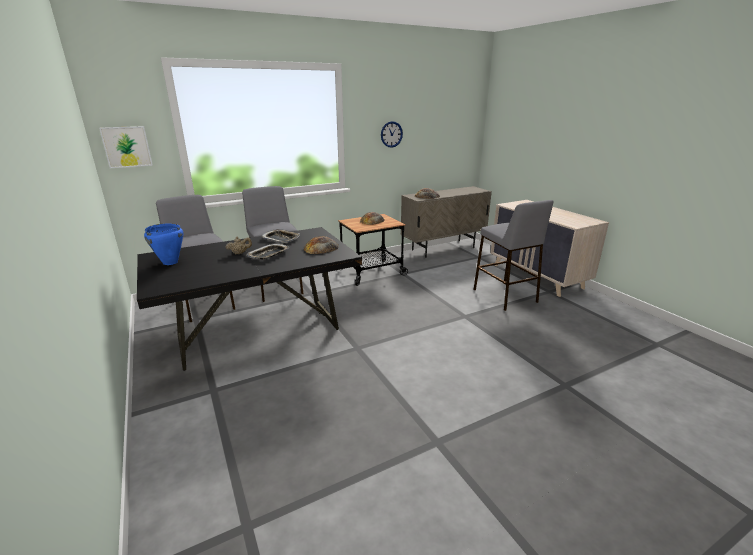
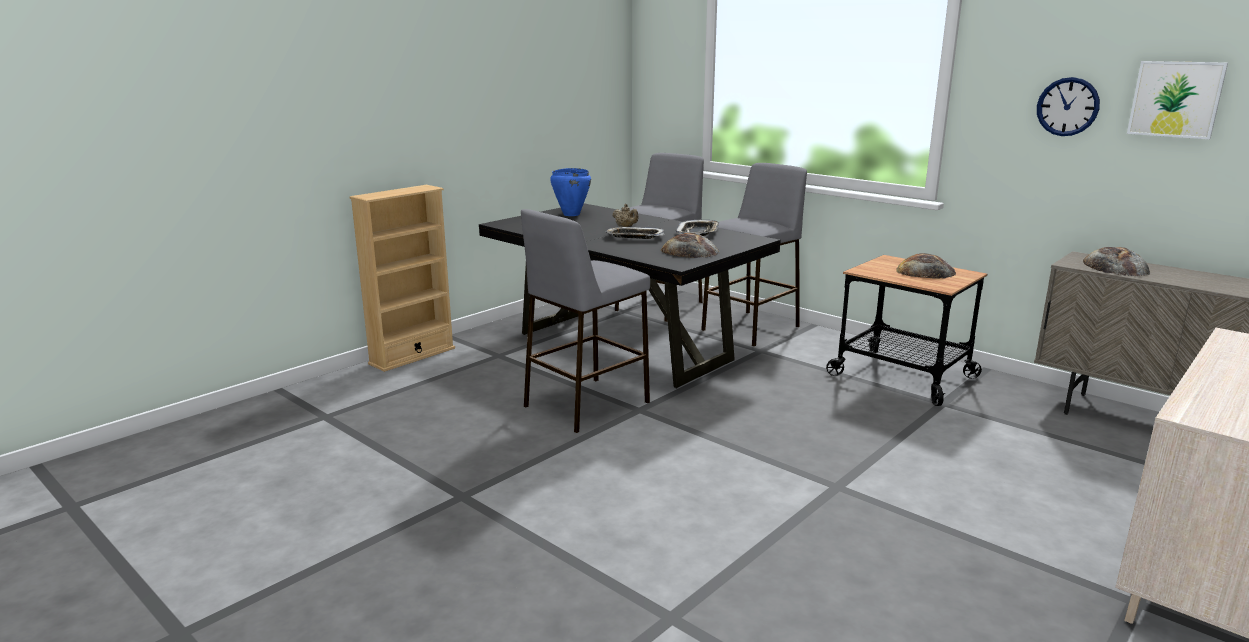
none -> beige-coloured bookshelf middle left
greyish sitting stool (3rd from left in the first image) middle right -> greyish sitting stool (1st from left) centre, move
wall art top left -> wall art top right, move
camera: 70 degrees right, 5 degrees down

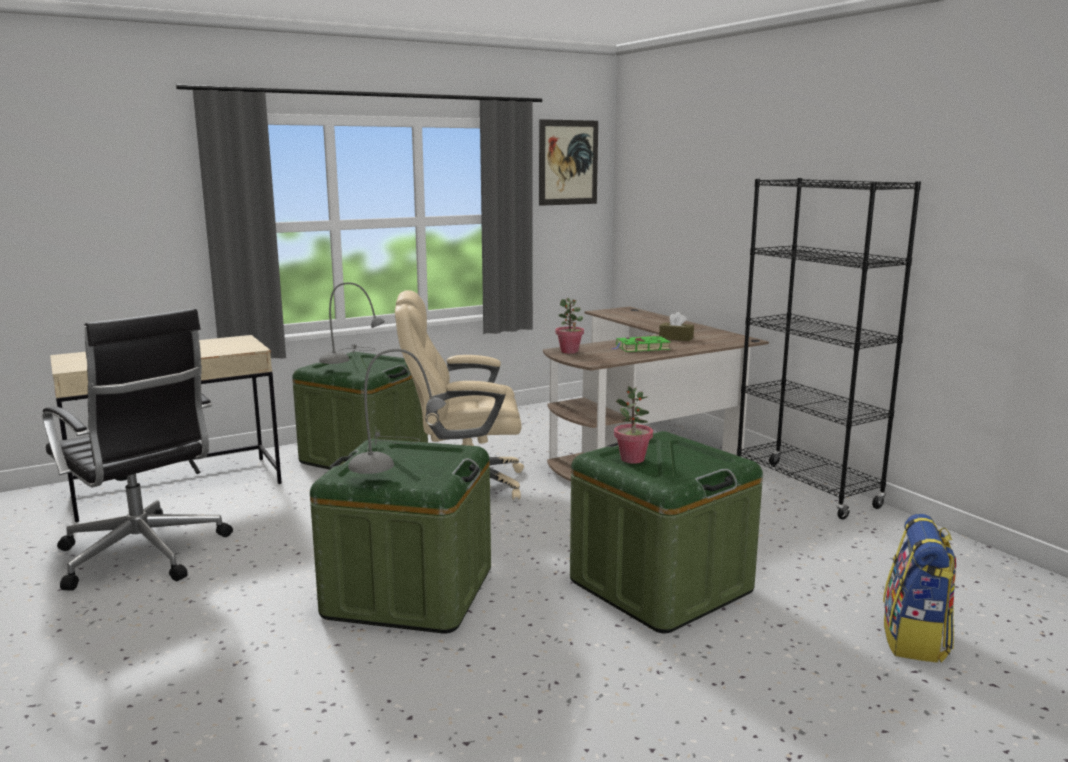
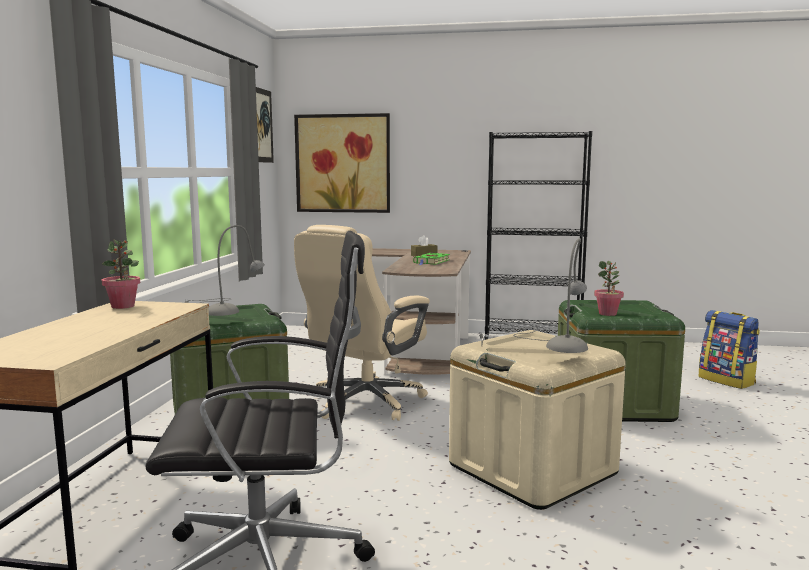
potted plant (1st from left) centre -> potted plant (1st from left) middle left, move
none -> wall art (2nd from left) top centre
green-coloured storage bin (2nd from left) bottom centre -> beige-coloured storage bin bottom centre
camera: 50 degrees left, 5 degrees down

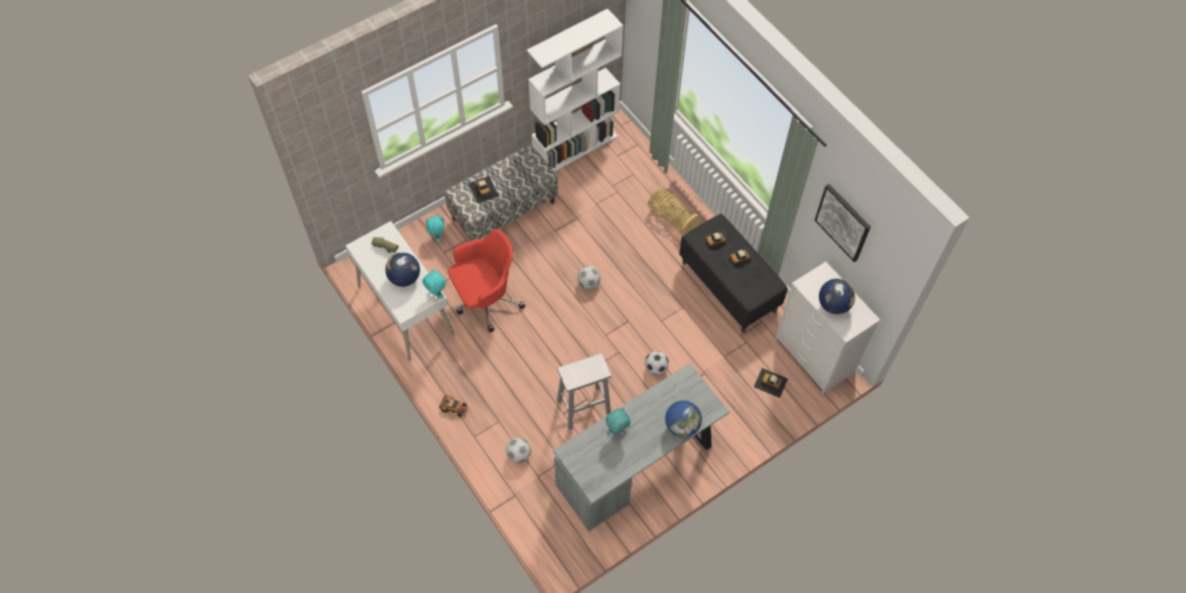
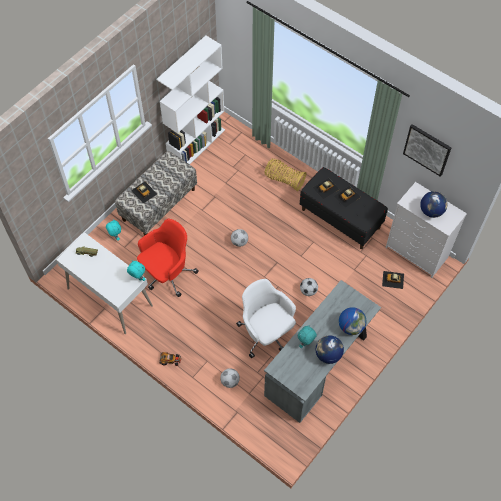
whitish sitting stool centre -> whitish office chair centre
desk globe (1st from left) centre -> desk globe (1st from left) bottom centre, move
camera: 15 degrees left, 0 degrees up

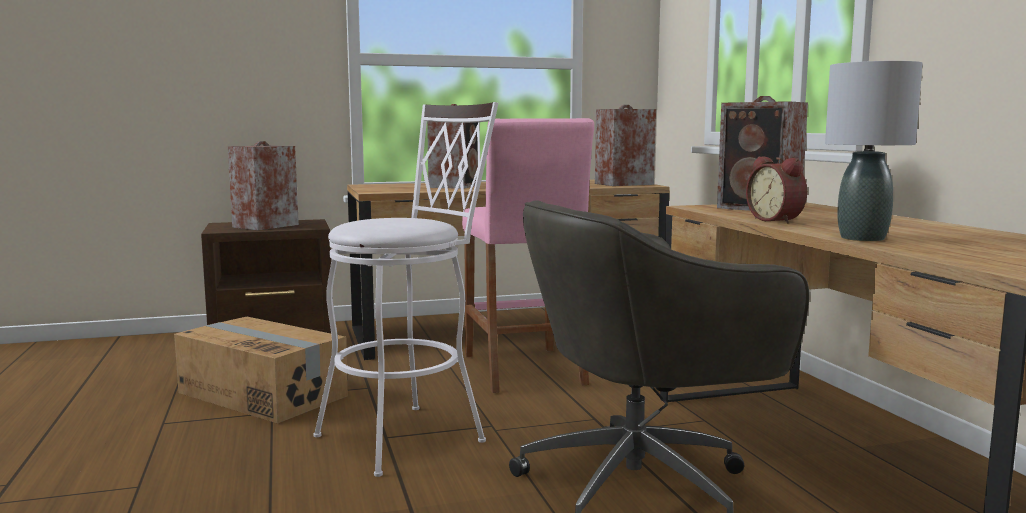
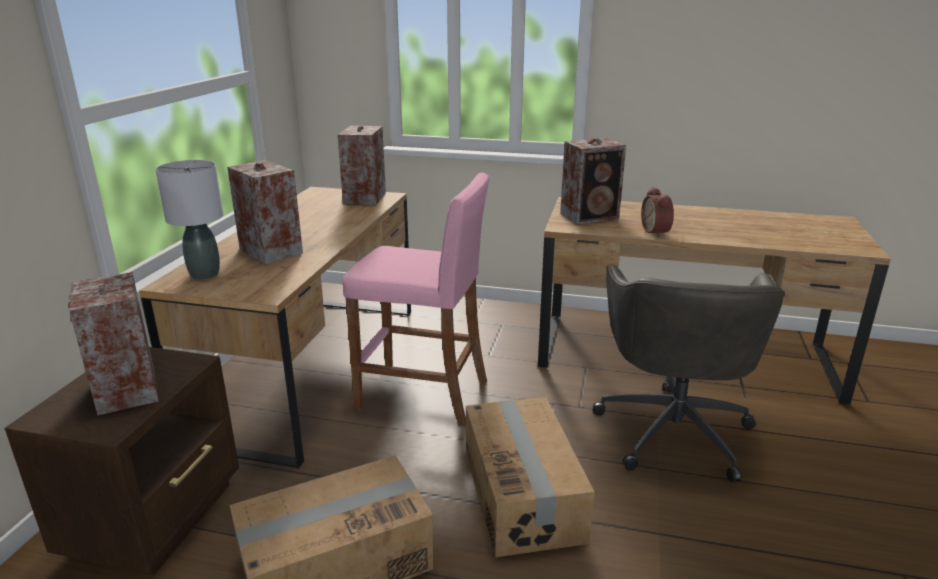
greyish lamp for a table top right -> greyish lamp for a table middle left, move
whitish sitting stool centre -> carton (2nd from left) bottom centre
alarm clock middle right, 75 degrees clockwise
camera: 60 degrees left, 15 degrees up

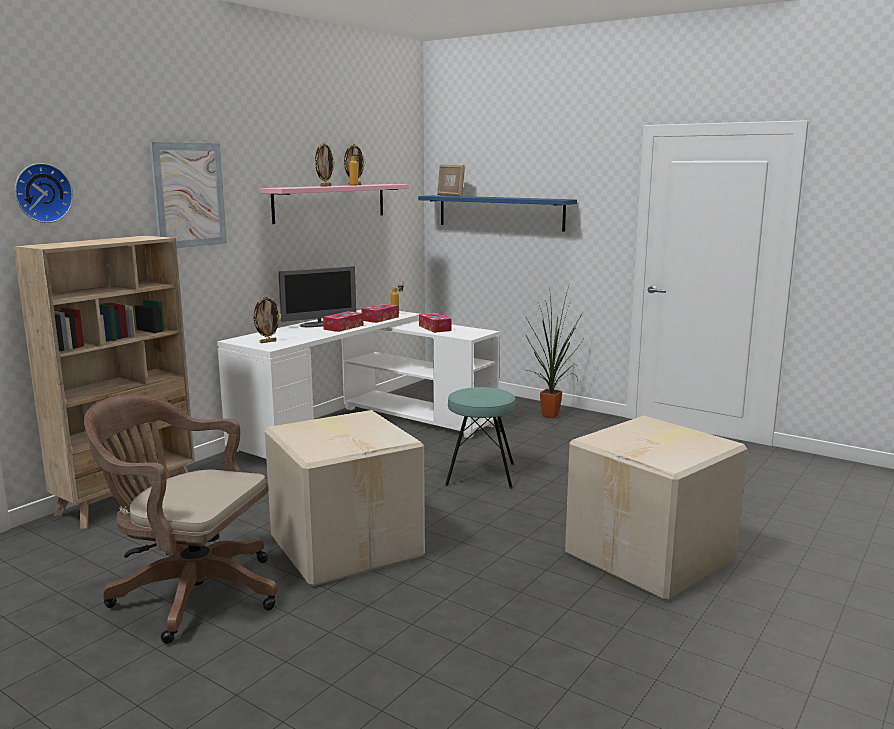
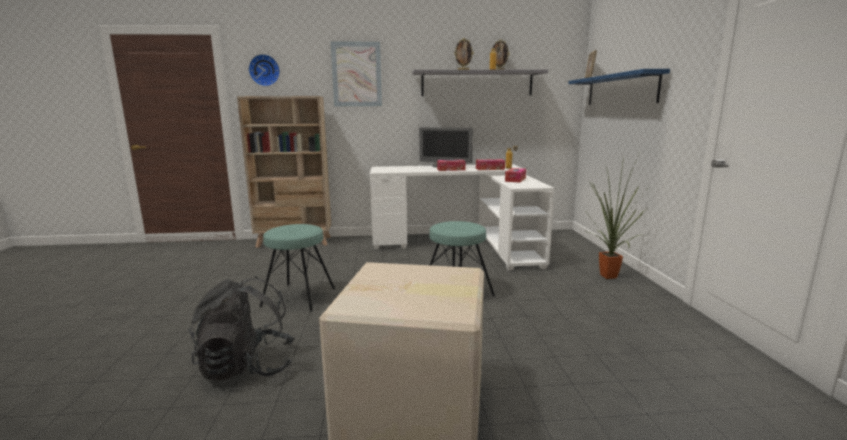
none -> blackish rucksack bottom left
carton (1st from left) bottom centre -> blue-green sitting stool (1st from left) centre
pink-coloured bracket shelf top centre -> greyish bracket shelf top centre
brownish office chair bottom left -> none
standing frame (1st from left) middle left -> none
camera: 50 degrees right, 0 degrees up

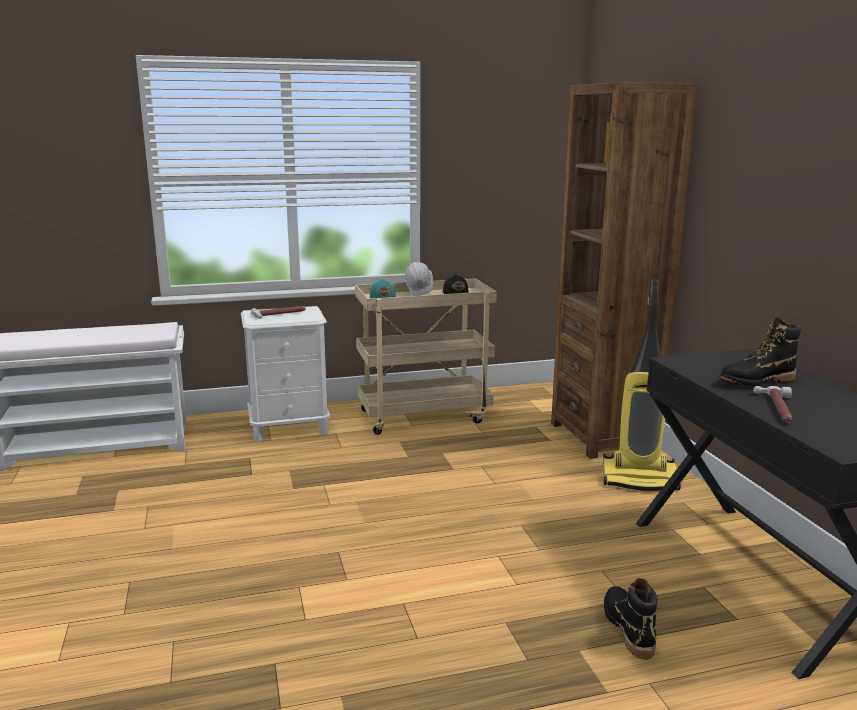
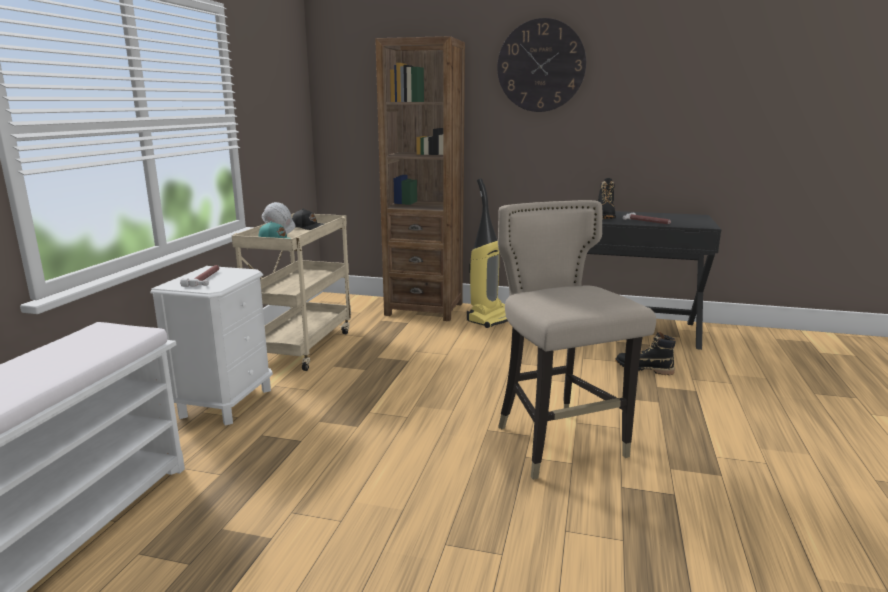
none -> wall clock top centre
none -> beige-coloured sitting stool centre
camera: 60 degrees left, 0 degrees up

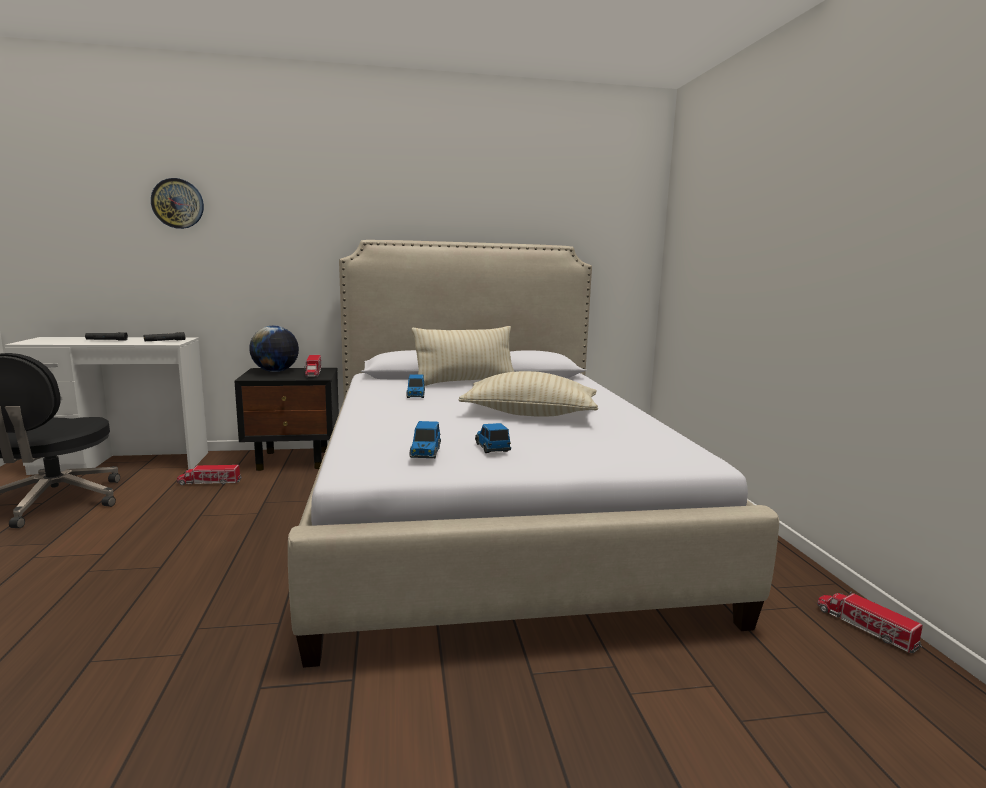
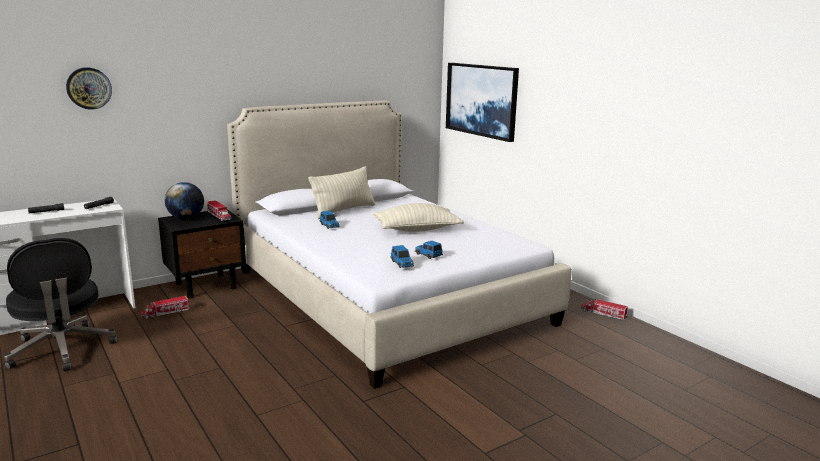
none -> wall art top centre
camera: 25 degrees left, 5 degrees up

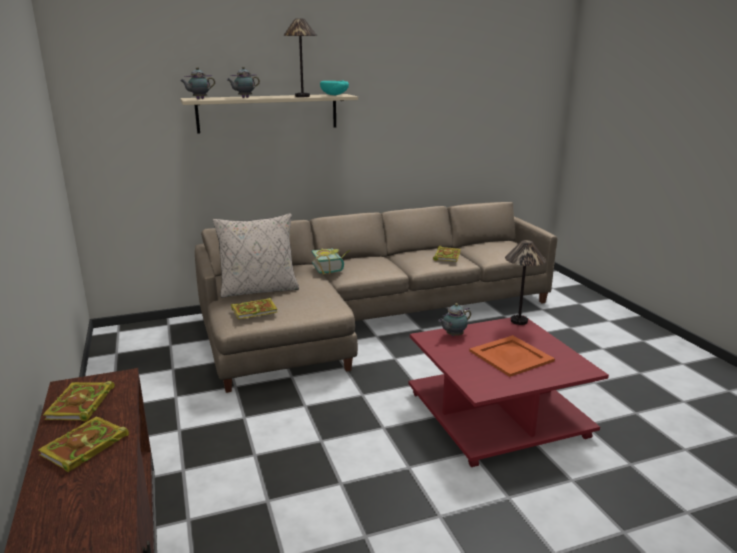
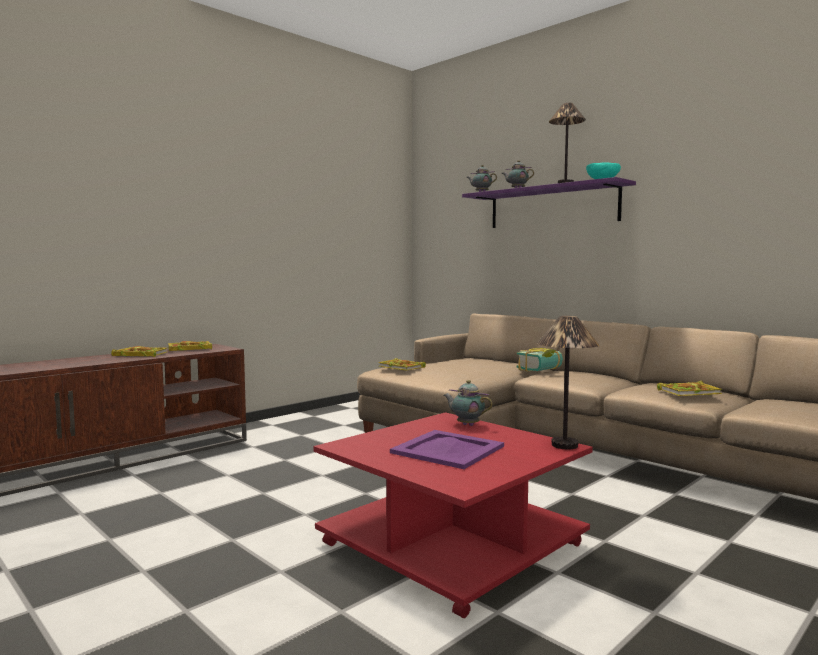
orange tray middle right -> purplish tray bottom centre
beige-coloured bracket shelf top centre -> purplish bracket shelf top right
beige-coloured throw pillow centre -> none
camera: 65 degrees right, 15 degrees down

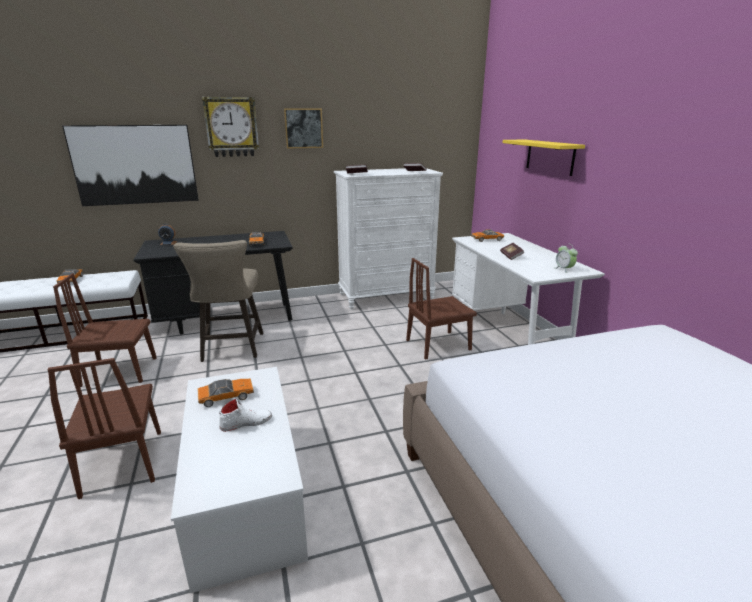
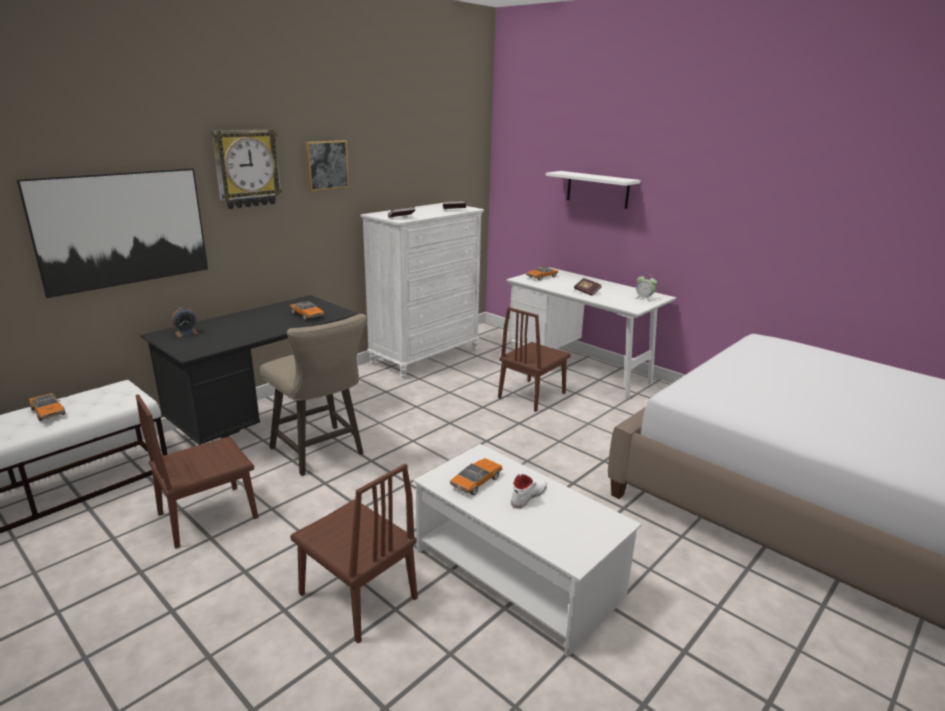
yellow bracket shelf top right -> whitish bracket shelf top centre
camera: 30 degrees left, 0 degrees up

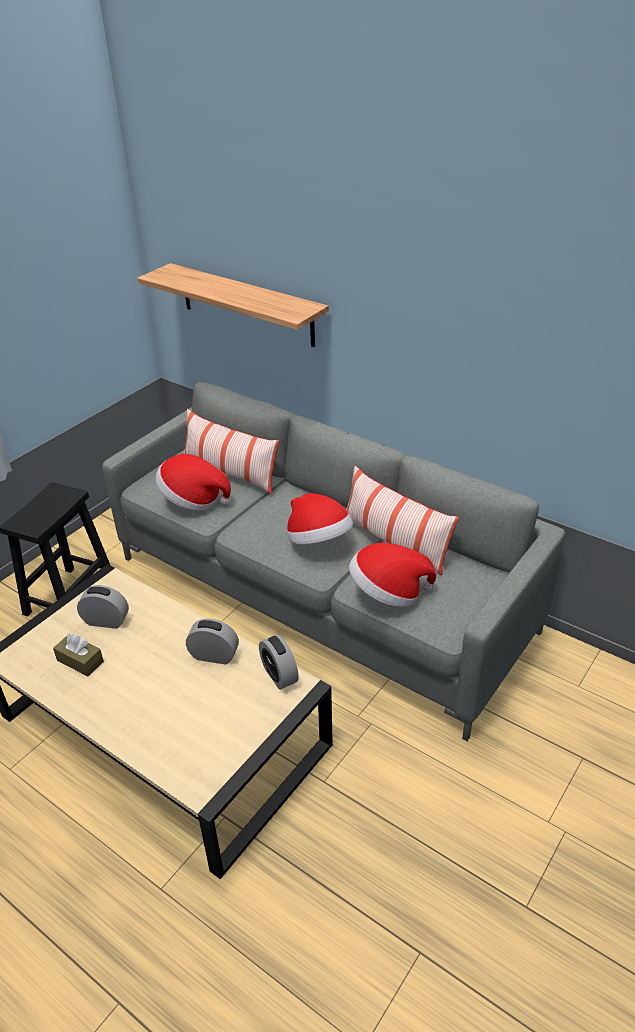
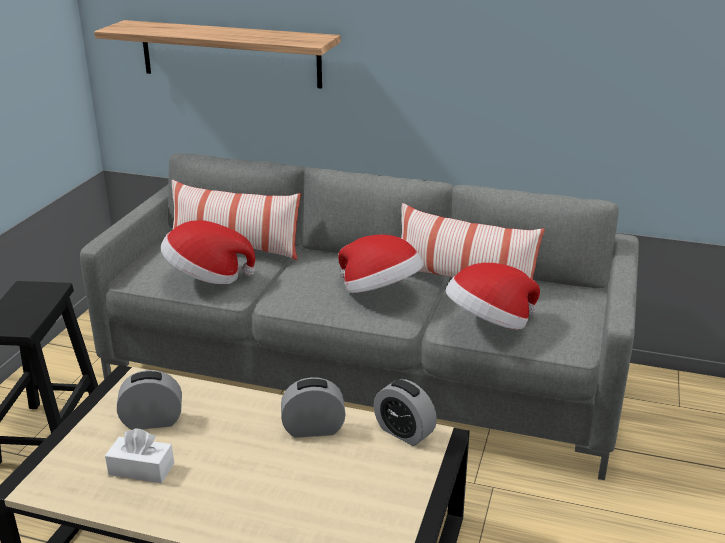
brownish tissue box middle left -> whitish tissue box bottom left
camera: 20 degrees left, 10 degrees down

